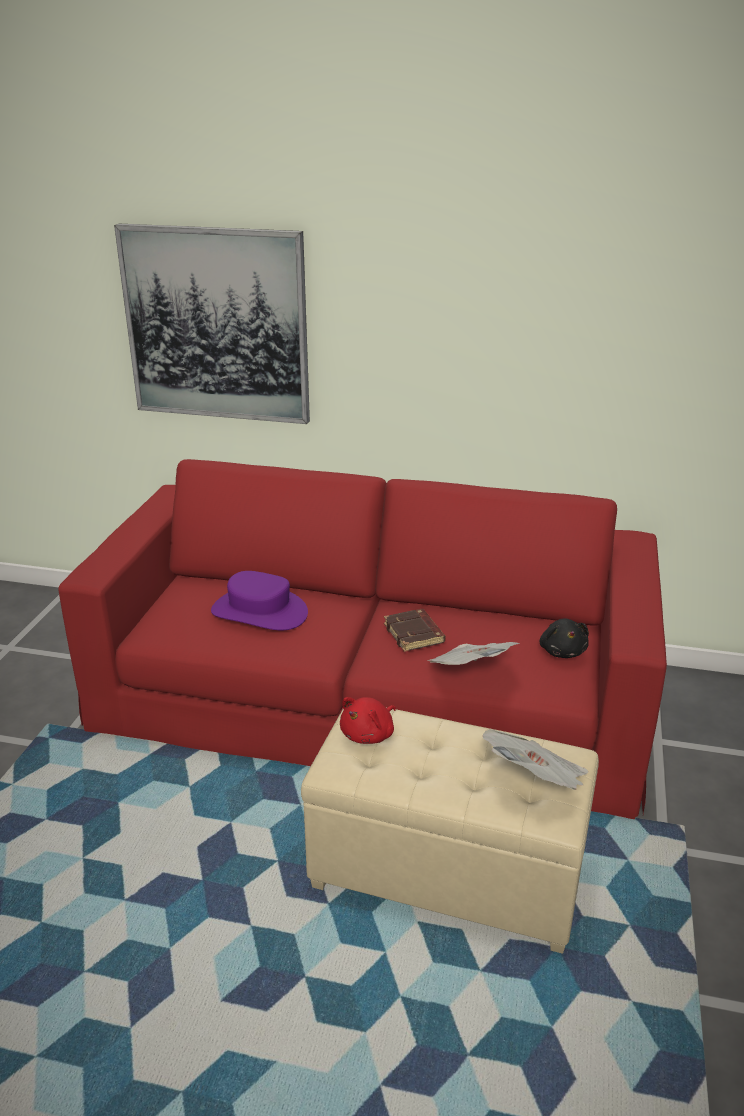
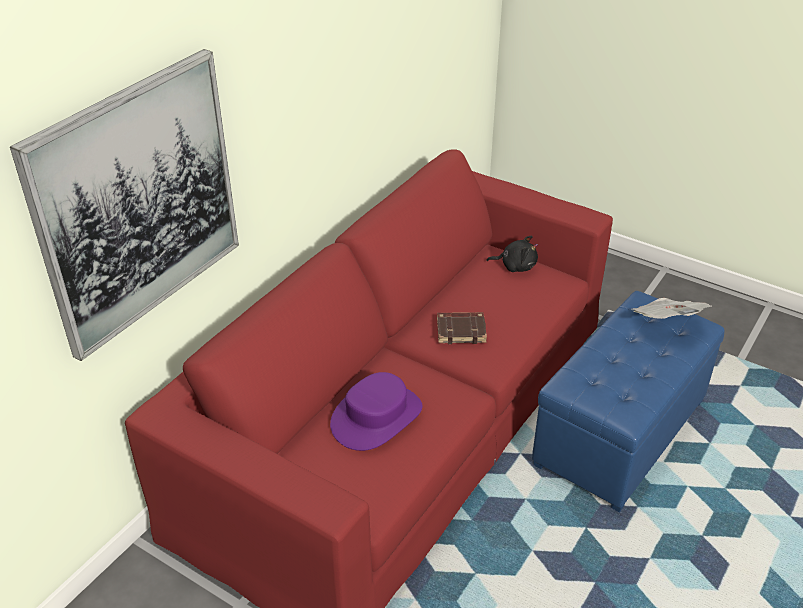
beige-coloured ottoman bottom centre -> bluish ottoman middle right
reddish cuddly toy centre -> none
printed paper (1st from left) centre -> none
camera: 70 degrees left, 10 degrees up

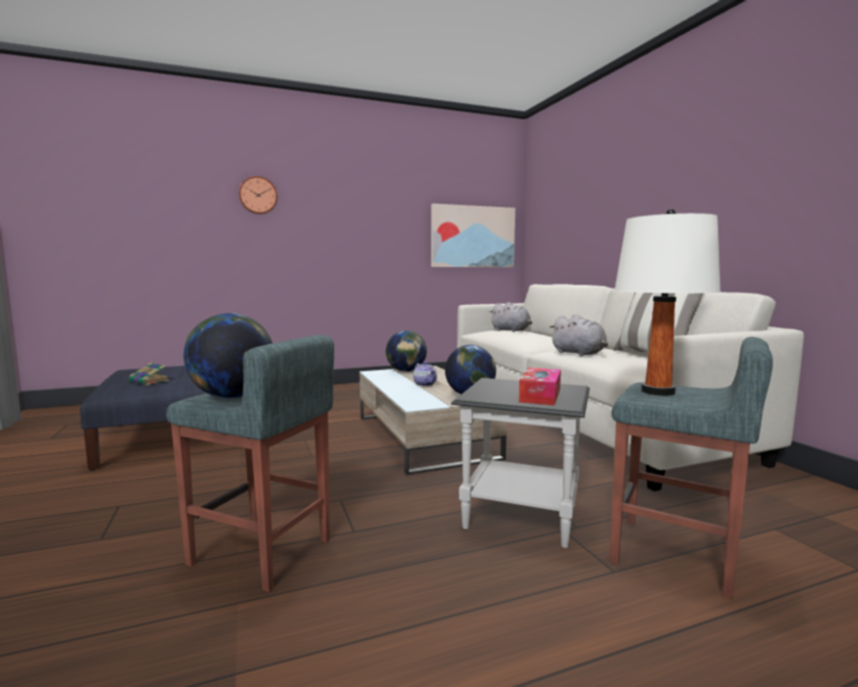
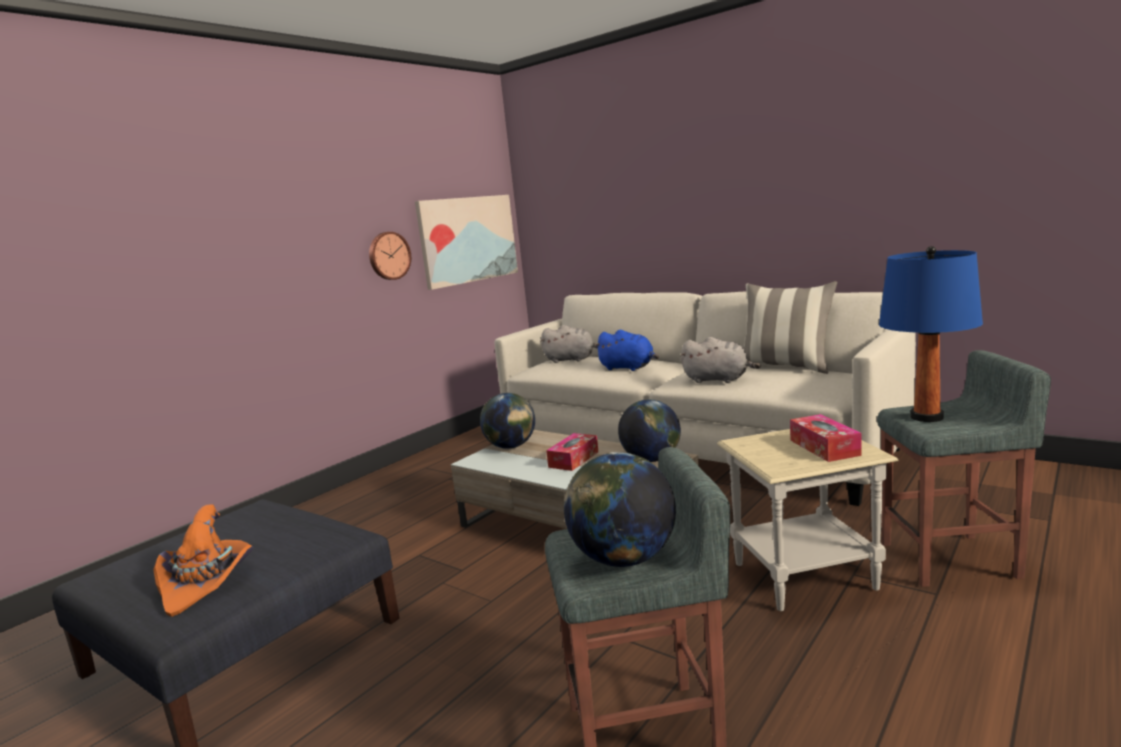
book middle left -> orange clothing hat bottom left
wall clock top left -> wall clock centre, move
pot for tea centre -> tissue box (1st from left) centre
none -> bluish cuddly toy centre
blackish accent table bottom centre -> beige-coloured accent table bottom right
whitish lamp for a table middle right -> bluish lamp for a table middle right
camera: 30 degrees left, 5 degrees up

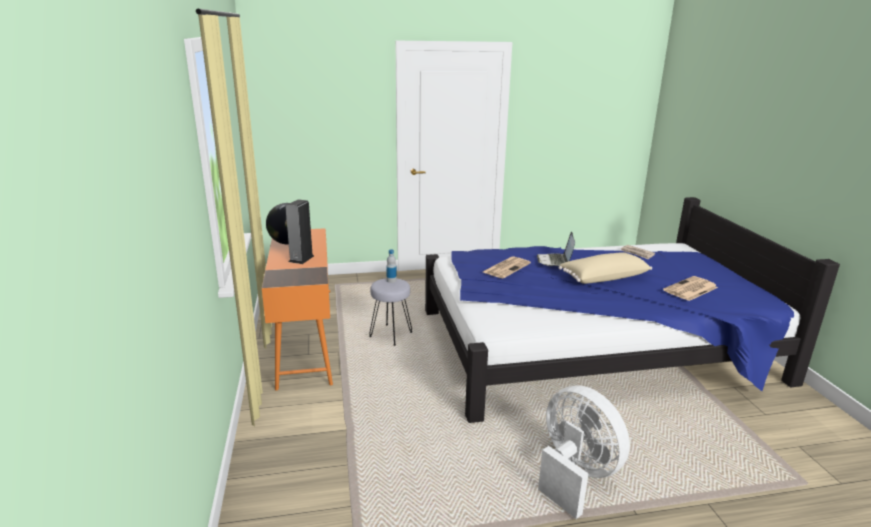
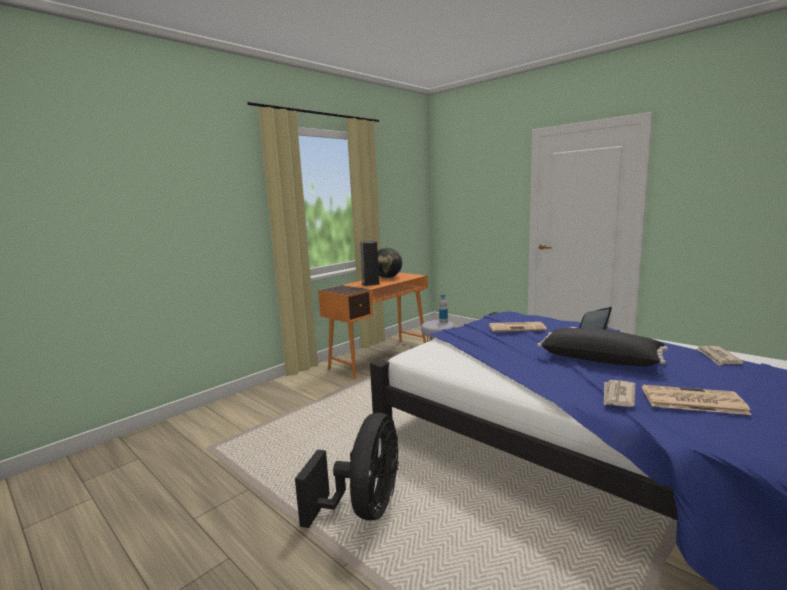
whitish fan bottom right -> blackish fan bottom centre
beige-coloured throw pillow middle right -> blackish throw pillow middle right
none -> printed paper (2nd from left) middle right
camera: 55 degrees right, 10 degrees down

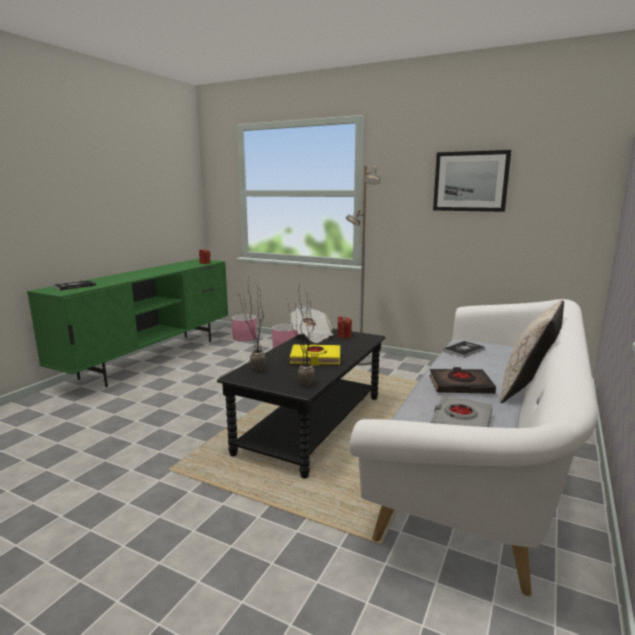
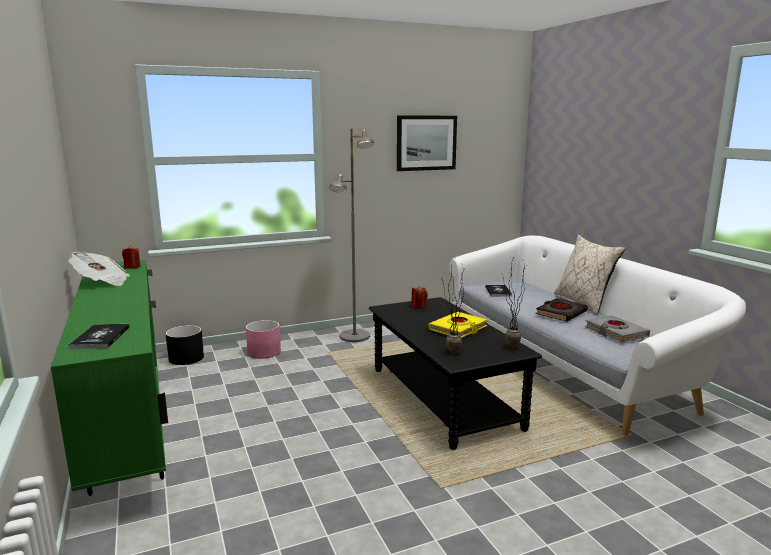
printed paper centre -> printed paper middle left, move
pink-coloured flower pot (1st from left) centre -> blackish flower pot middle left
camera: 50 degrees left, 0 degrees up

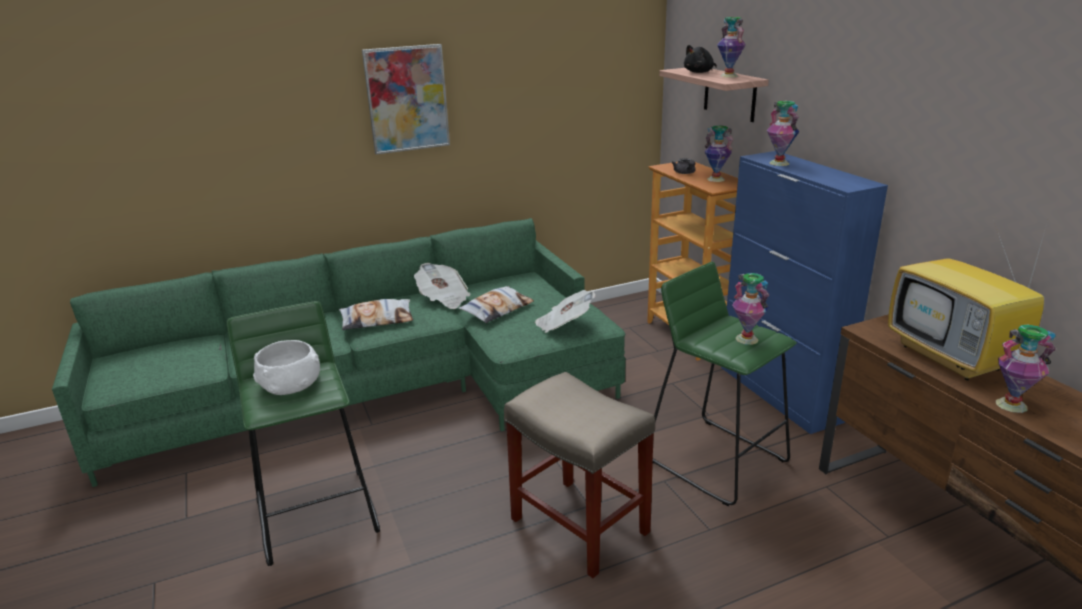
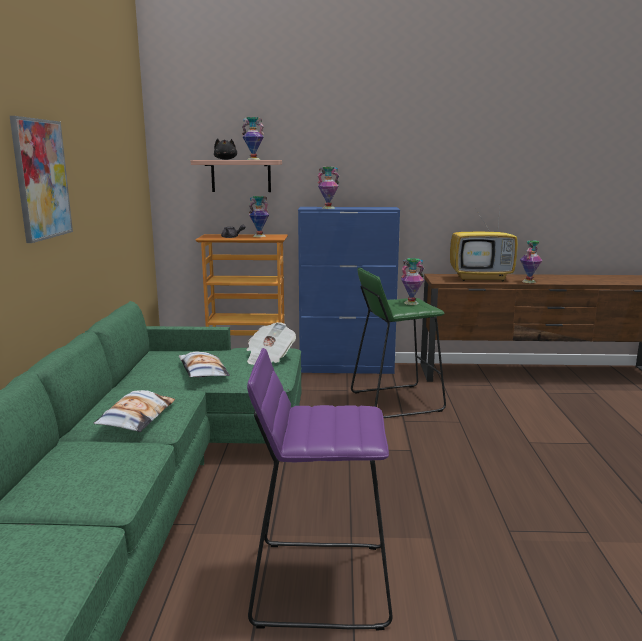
green-coloured sitting stool (1st from left) bottom left -> purplish sitting stool bottom centre
whitish deep dish middle left -> none
printed paper (1st from left) centre -> none
beige-coloured sitting stool bottom centre -> none
camera: 65 degrees left, 10 degrees down

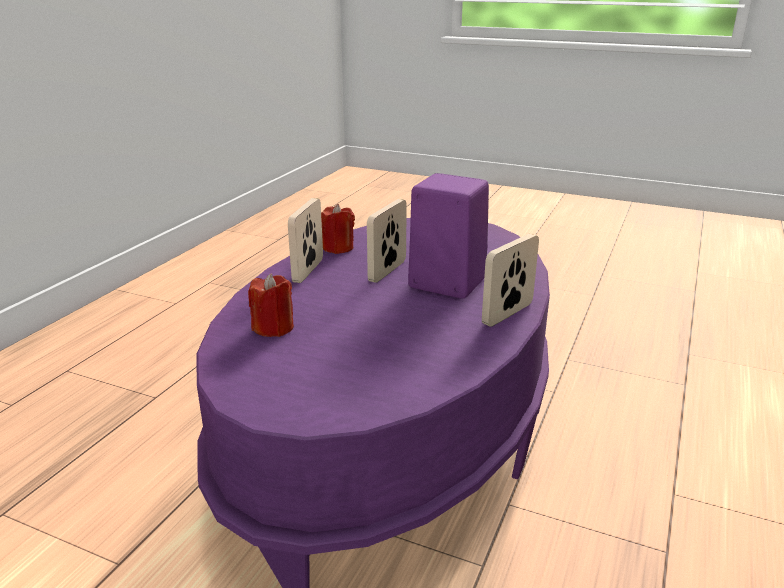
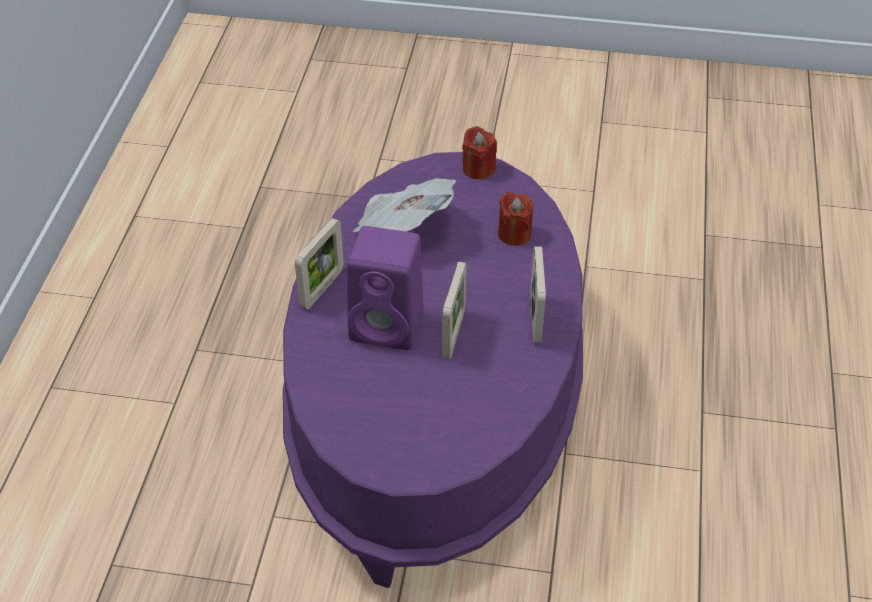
none -> printed paper centre
reddish wax candle (2nd from left in the first image) centre -> reddish wax candle (1st from left) top centre, move
camera: 165 degrees right, 20 degrees up

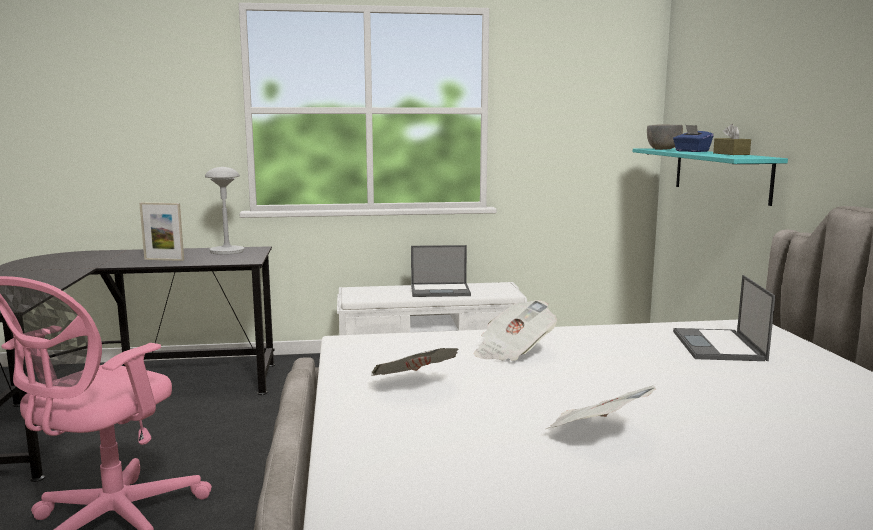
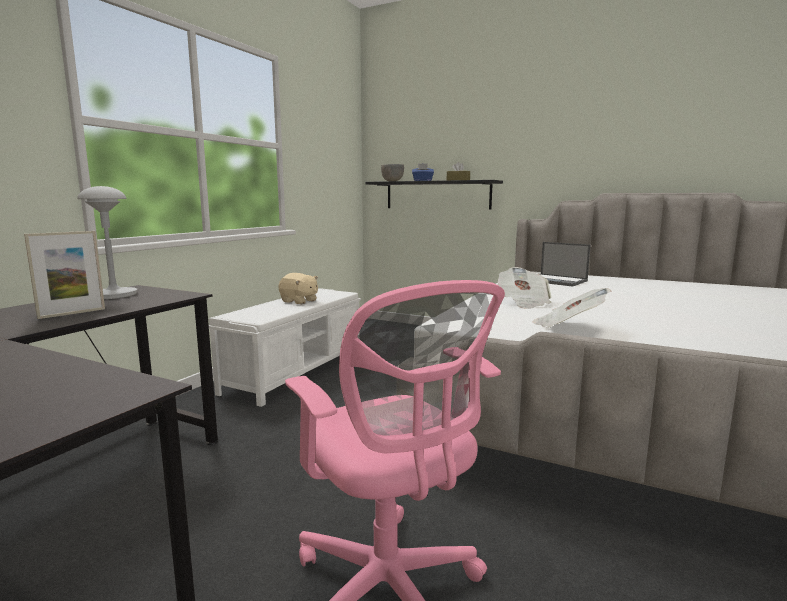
notebook computer (1st from left) centre -> beige-coloured cuddly toy centre
blue-green bracket shelf middle right -> blackish bracket shelf top centre
printed paper (3rd from left) bottom right -> none
camera: 55 degrees left, 0 degrees up

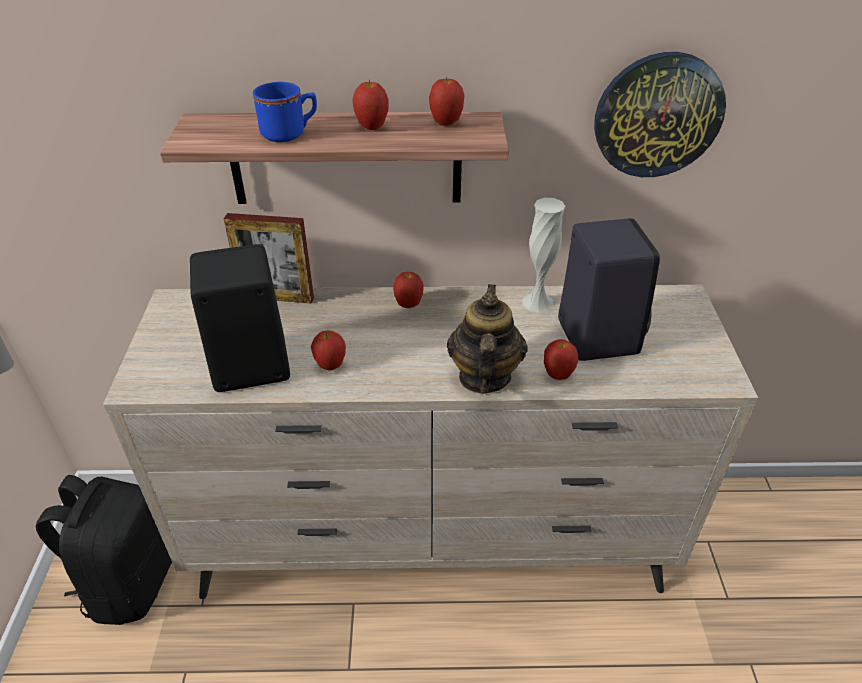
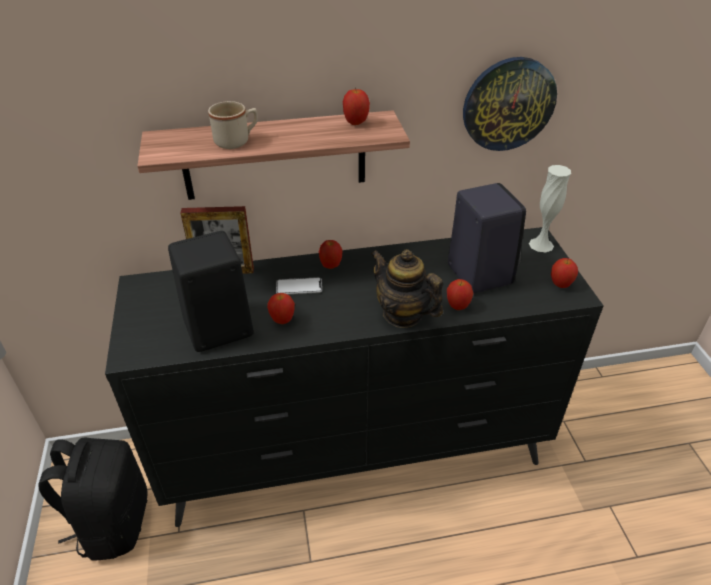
beige-coloured drawer chest centre -> blackish drawer chest centre
bluish tea mug top left -> beige-coloured tea mug top left
none -> telephone centre
pot for tea centre, 45 degrees counterclockwise
whitish decorative vase centre -> whitish decorative vase middle right, move
apple fruit (2nd from left in the first image) top centre -> apple fruit (5th from left) middle right, move
camera: 10 degrees left, 0 degrees up

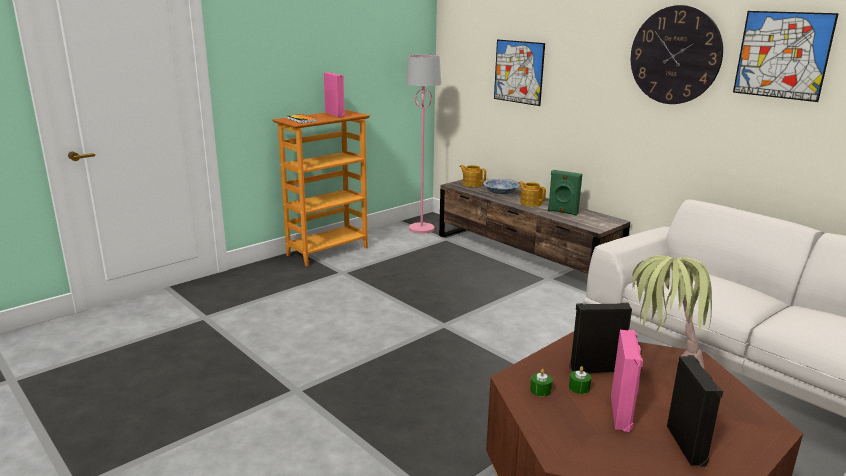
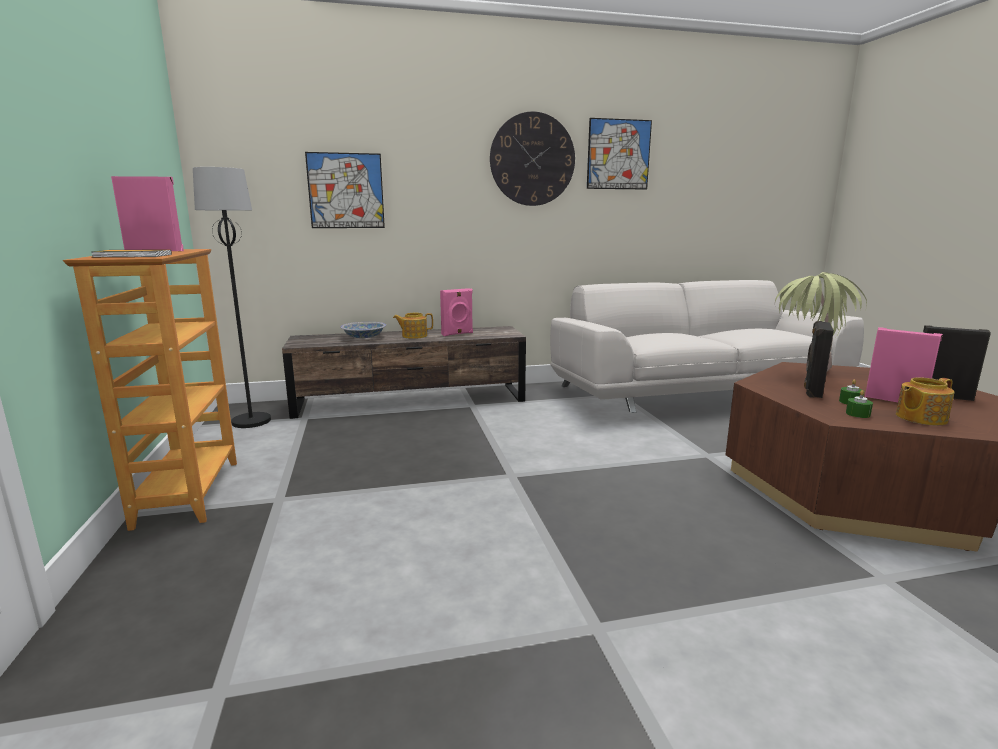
pink-coloured standing lamp top centre -> blackish standing lamp middle left
green-coloured speaker middle right -> pink-coloured speaker (2nd from left) centre
pot for tea (1st from left in the first image) centre -> pot for tea (2nd from left) middle right, move
camera: 60 degrees left, 5 degrees down

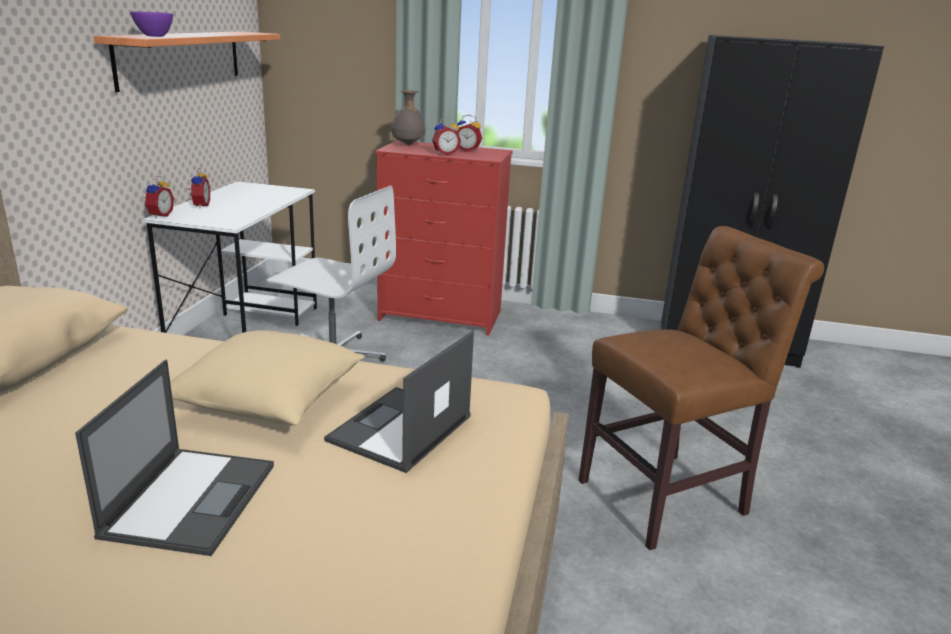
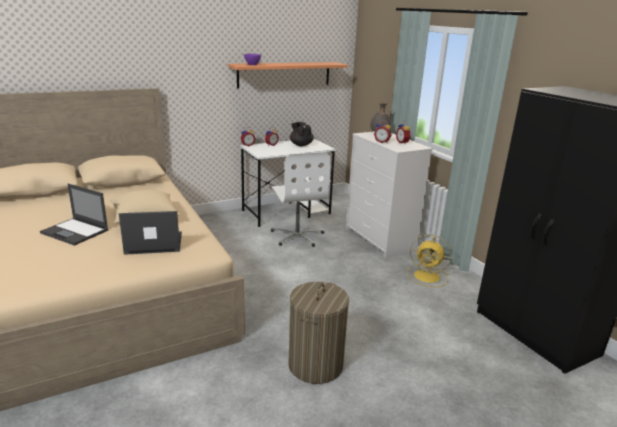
notebook computer (1st from left) bottom left -> notebook computer (1st from left) middle left, 60 degrees clockwise
brownish upright chair middle right -> washing basket bottom centre
none -> blackish pot for tea top centre
reddish drawer chest centre -> whitish drawer chest centre
none -> yellow fan middle right
camera: 50 degrees right, 0 degrees up

